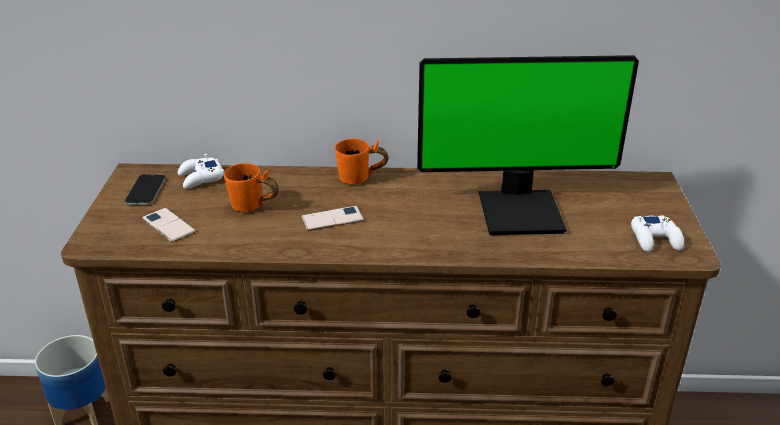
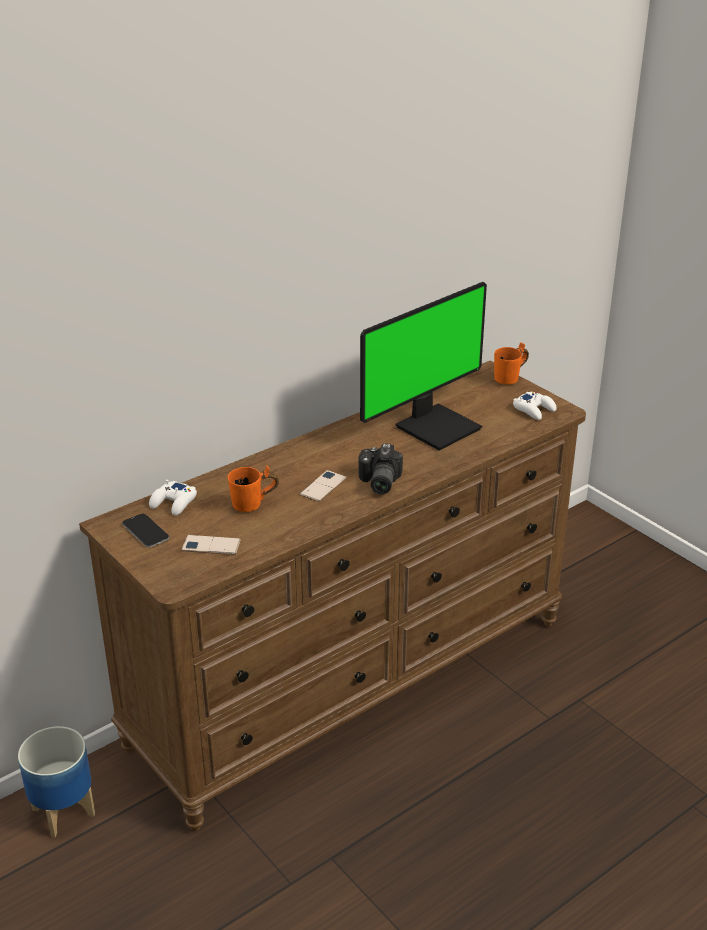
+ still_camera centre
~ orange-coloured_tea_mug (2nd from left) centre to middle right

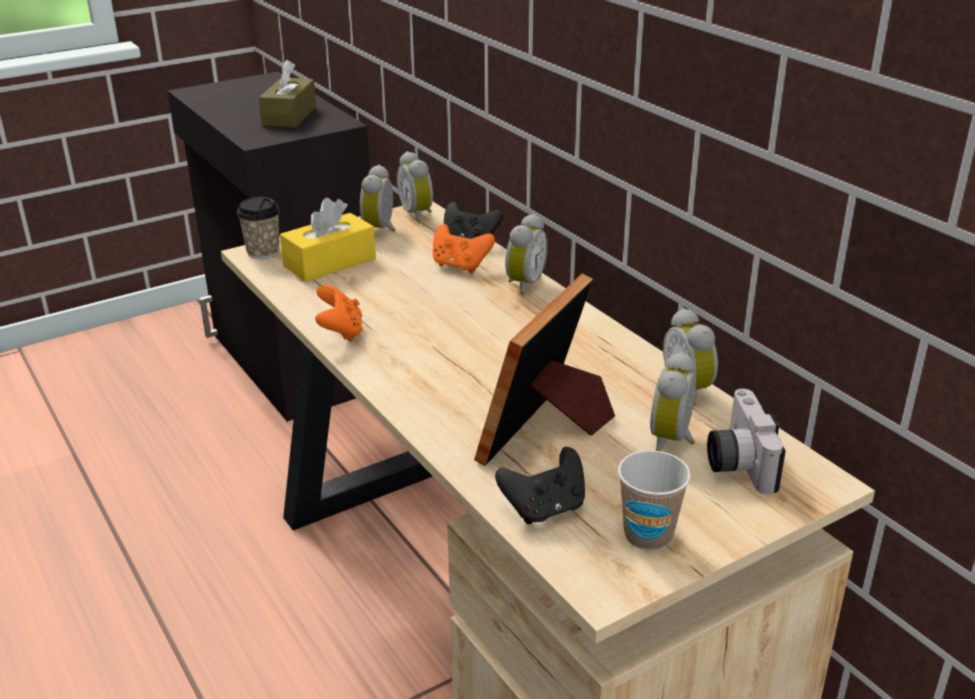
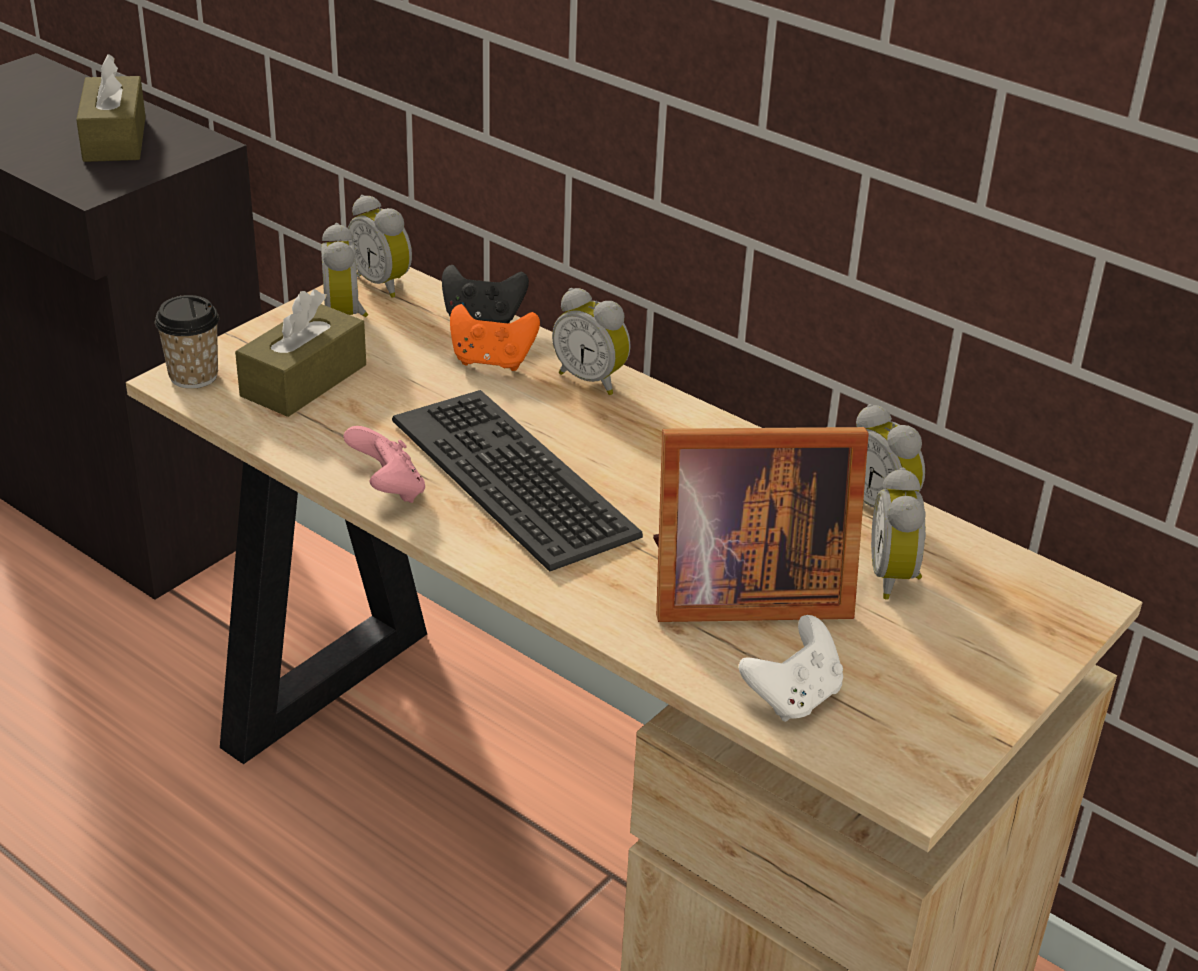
~ yellow-coloured_tissue_holder centre to brown_tissue_holder (2nd from left) middle left
~ orange-coloured_joypad (1st from left) centre to pink-coloured_joypad middle left
+ PC_keyboard centre
~ alarm_clock (3rd from left) centre = centre 120 degrees clockwise
~ standing_frame centre = centre 105 degrees counterclockwise
~ blackish_joypad (2nd from left) bottom centre to white-coloured_joypad bottom centre
- cup (2nd from left) bottom right
- still_camera middle right

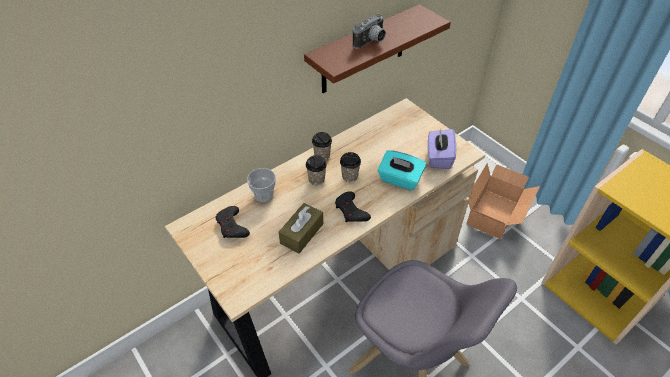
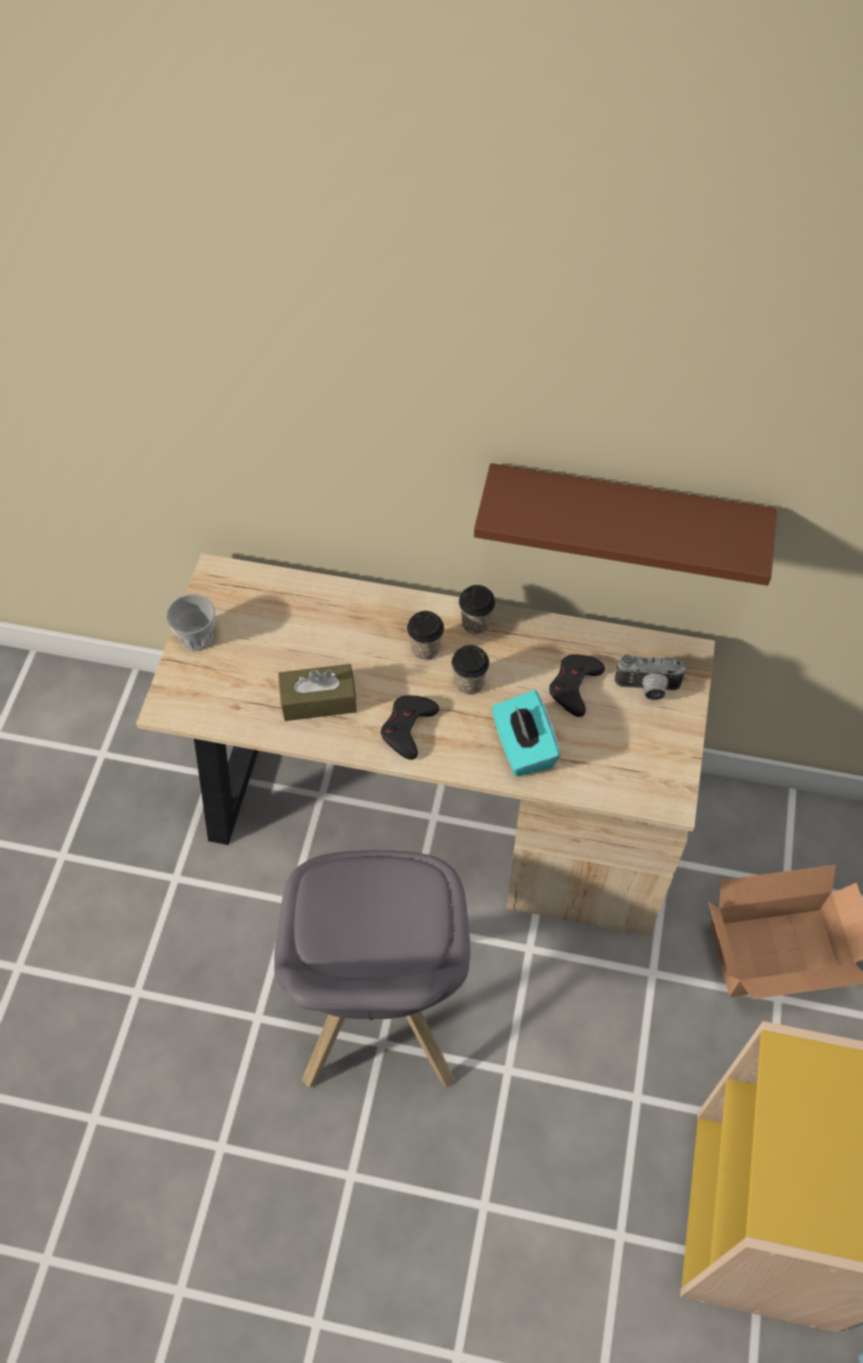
~ cup (1st from left) centre to middle left
~ blackish_joypad (1st from left in the first image) centre to blackish_joypad (2nd from left) middle right
~ still_camera top centre to middle right
- purplish_tissue_holder centre

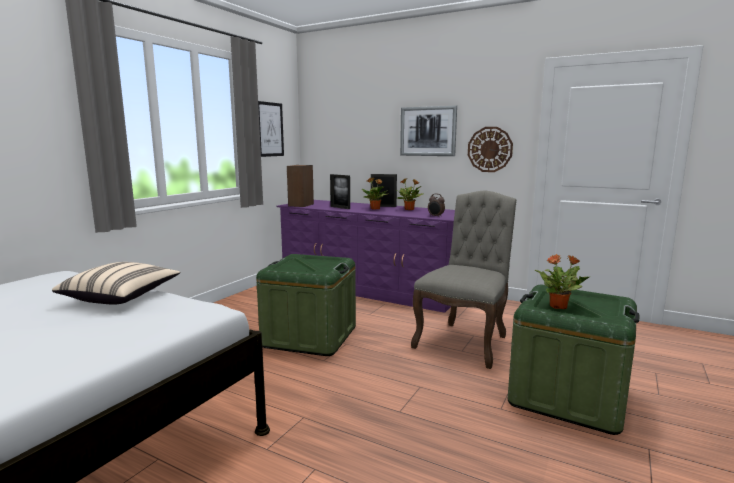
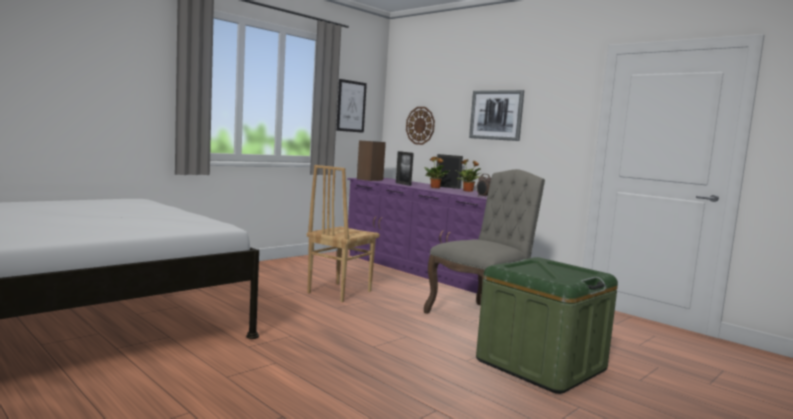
~ greenish_storage_box (1st from left) centre to brown_chair centre
~ hanging_clock top right to top centre
- sand-coloured_throw_pillow middle left
- plant_in_a_pot (3rd from left) middle right

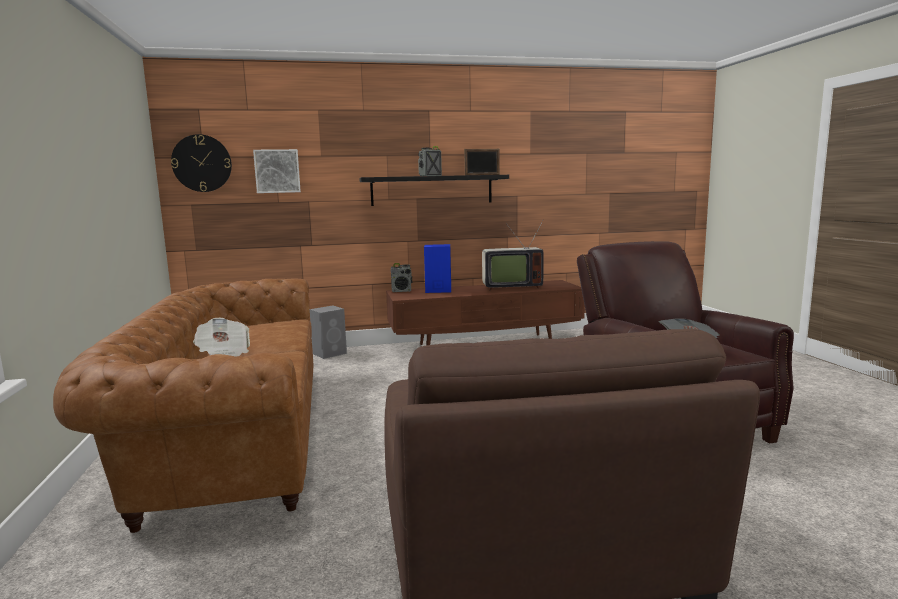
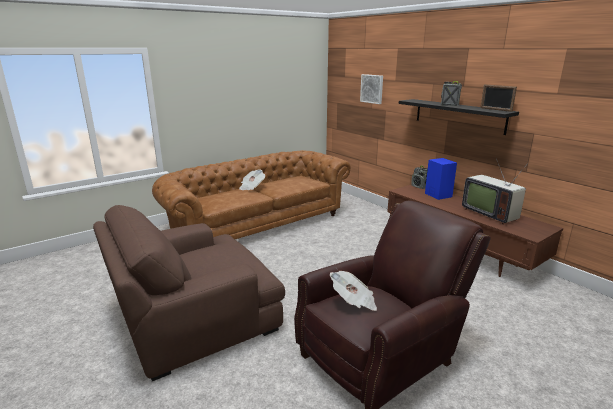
- hanging_clock top left
- gray_loudspeaker centre

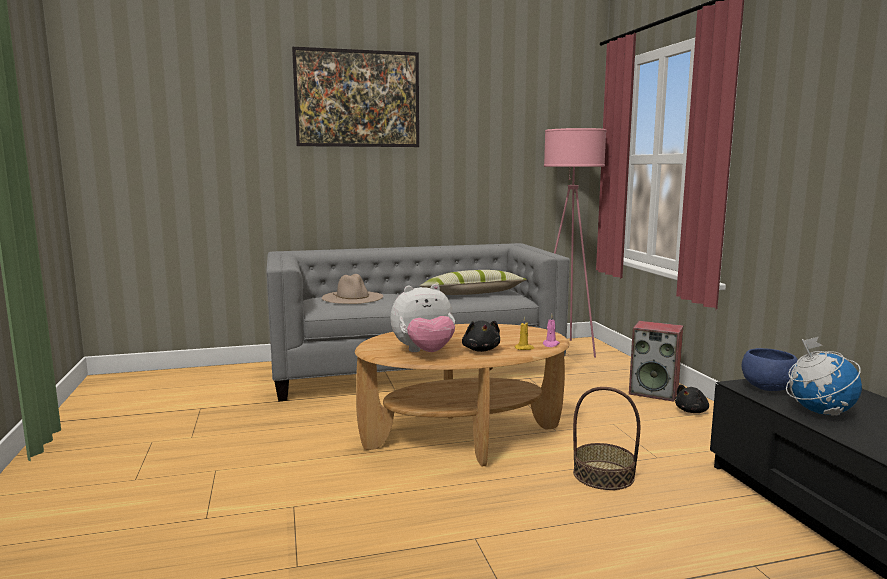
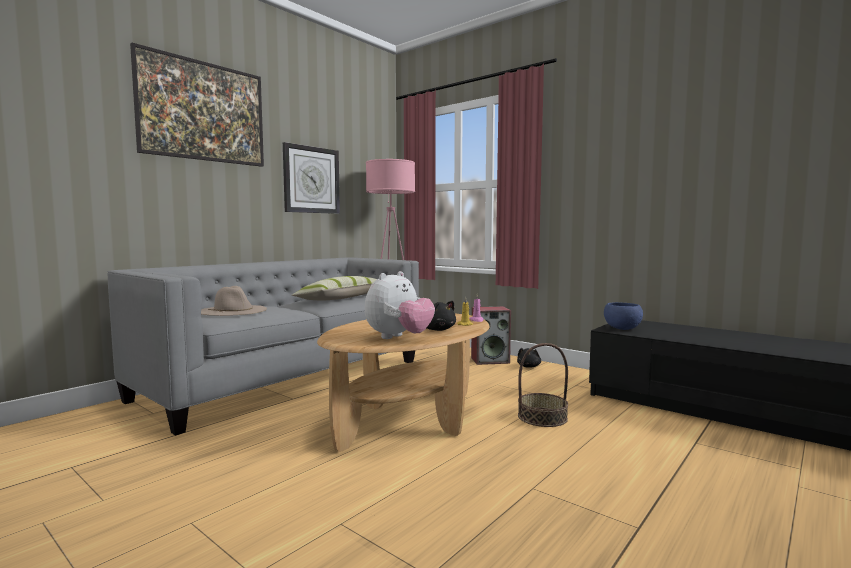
+ hanging_clock top centre
- world_globe middle right

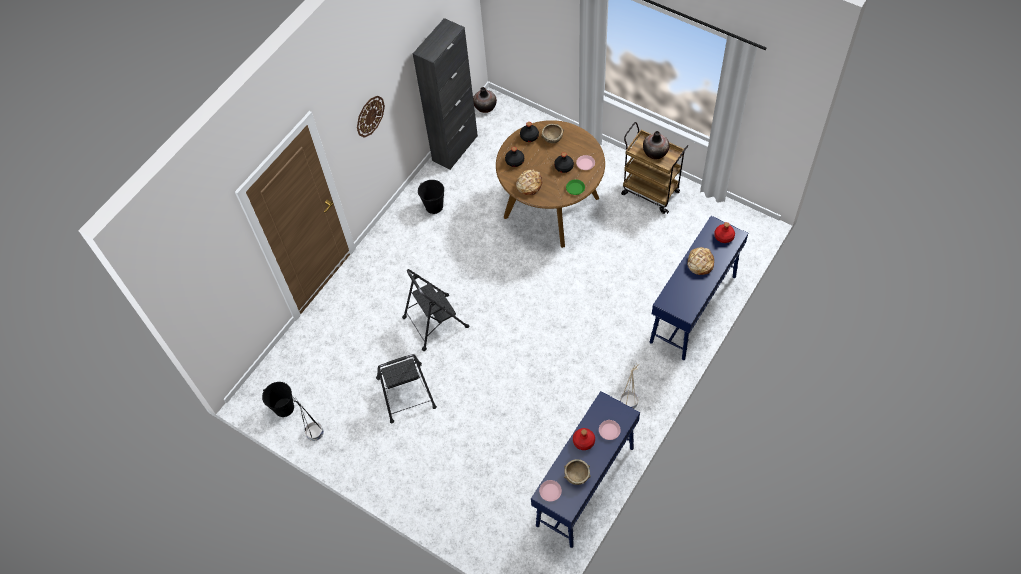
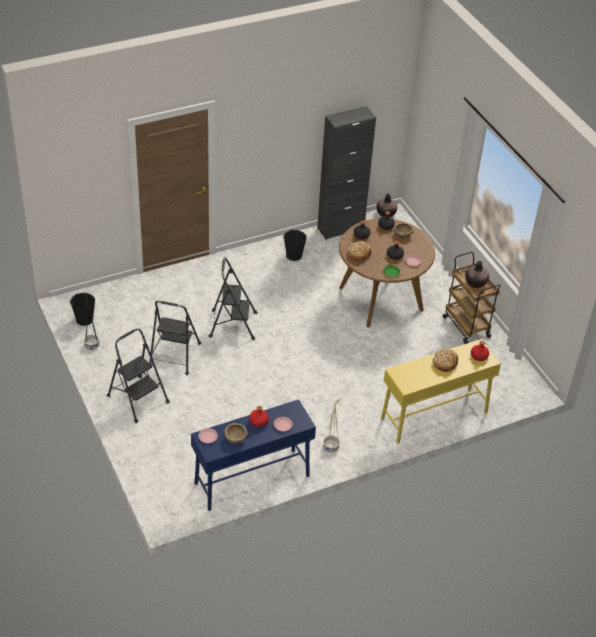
+ blackish_stepladder (1st from left) middle left
~ blue-coloured_narrow_table (2nd from left) middle right to yellow-coloured_narrow_table middle right
- hanging_clock top centre

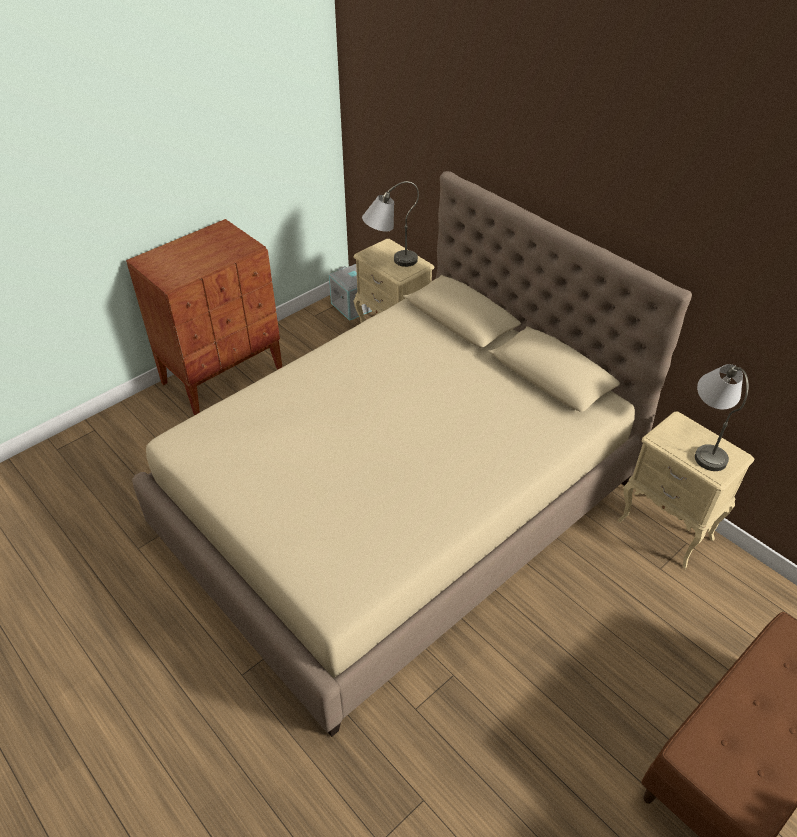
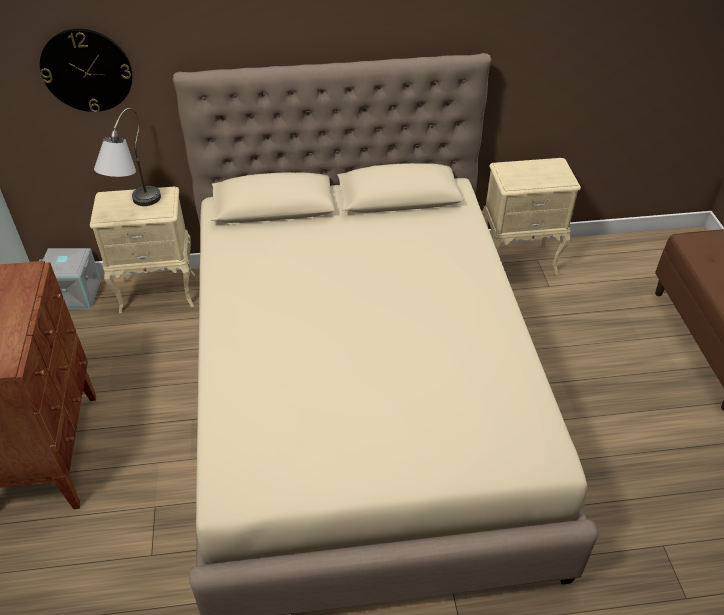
+ hanging_clock top left
- gray_table_lamp (2nd from left) middle right

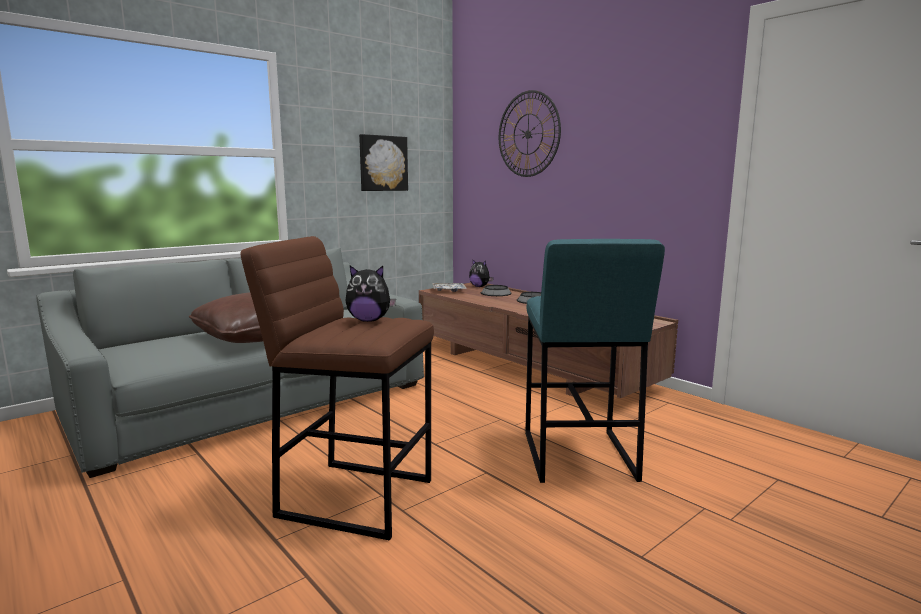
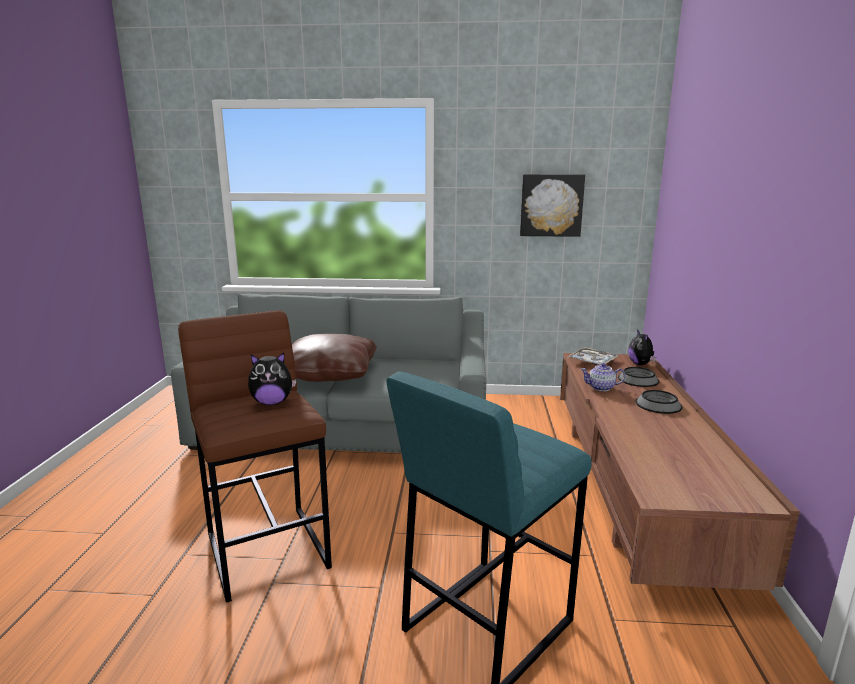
~ cuddly_toy (1st from left) centre = middle left 60 degrees counterclockwise
+ teapot middle right
- hanging_clock top centre

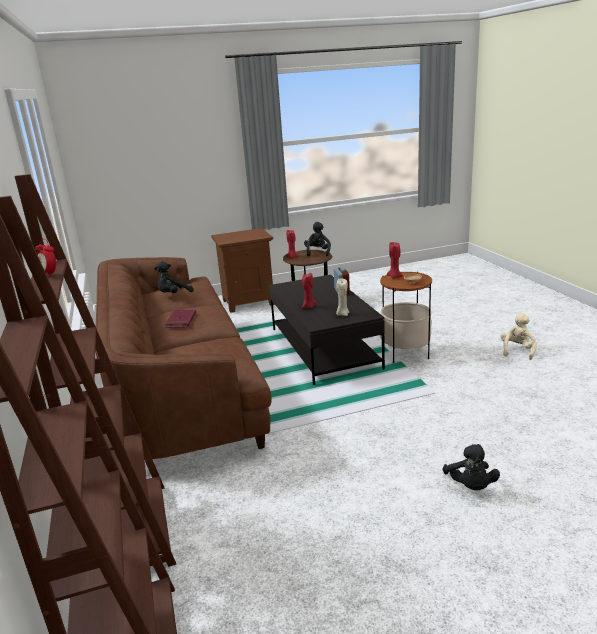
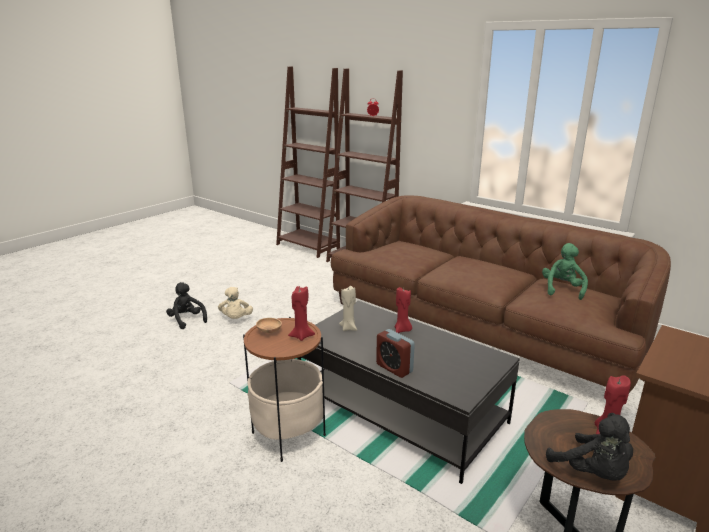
~ sand-coloured_cuddly_toy middle right to middle left
~ blackish_cuddly_toy (1st from left) middle left to greenish_cuddly_toy middle right
- red_volume middle left

